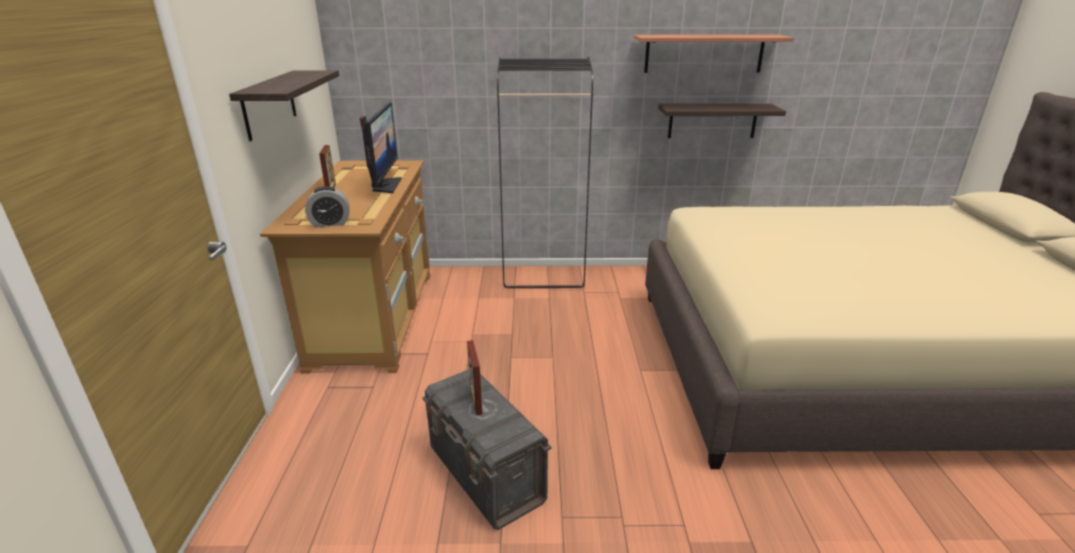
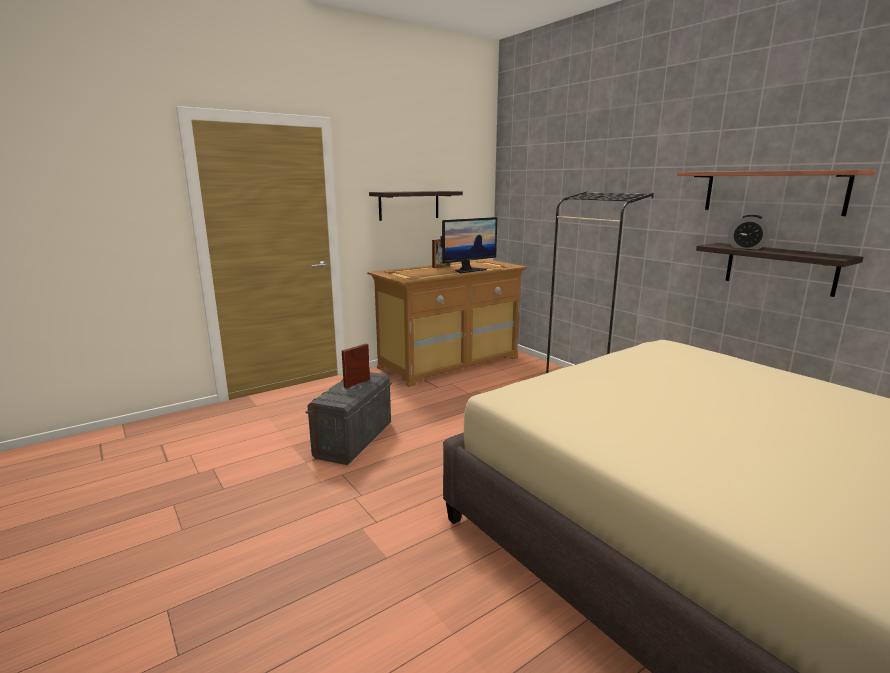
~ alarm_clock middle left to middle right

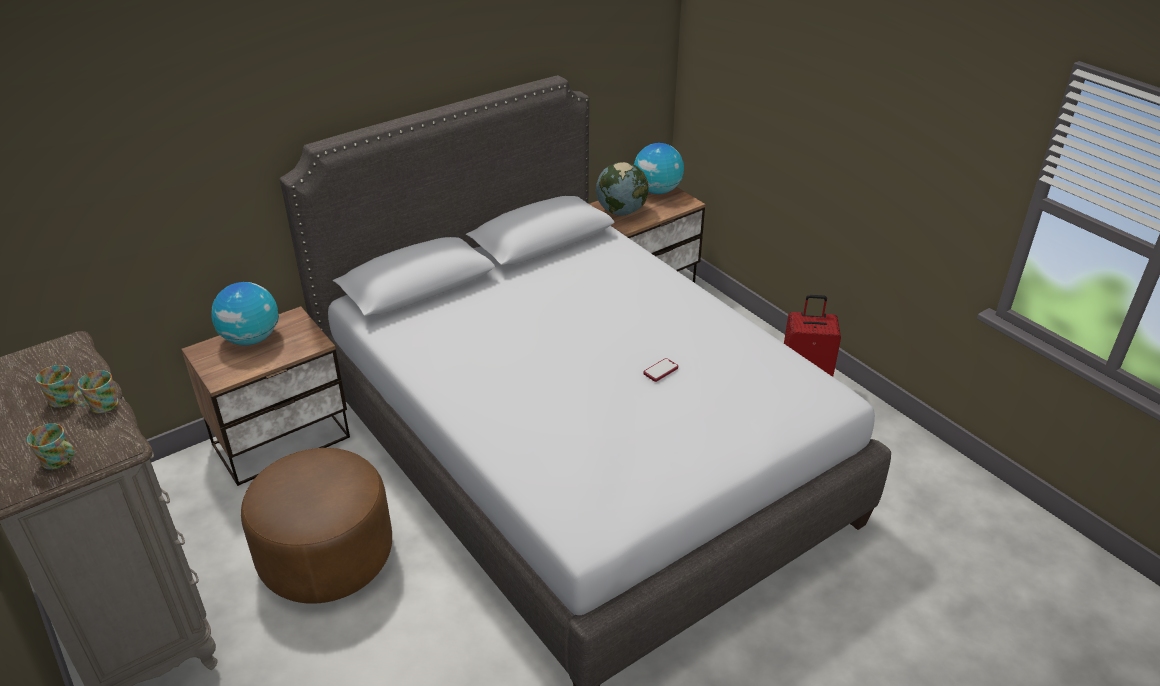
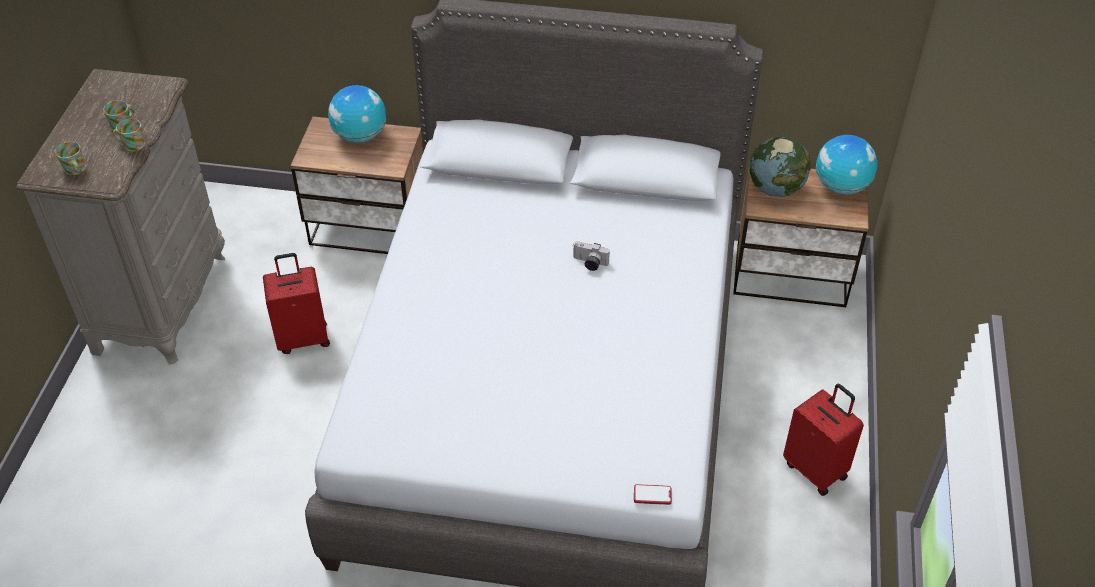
~ brown_ottoman bottom left to red_piece_of_luggage (1st from left) middle left
+ still_camera centre
~ phone centre to bottom centre

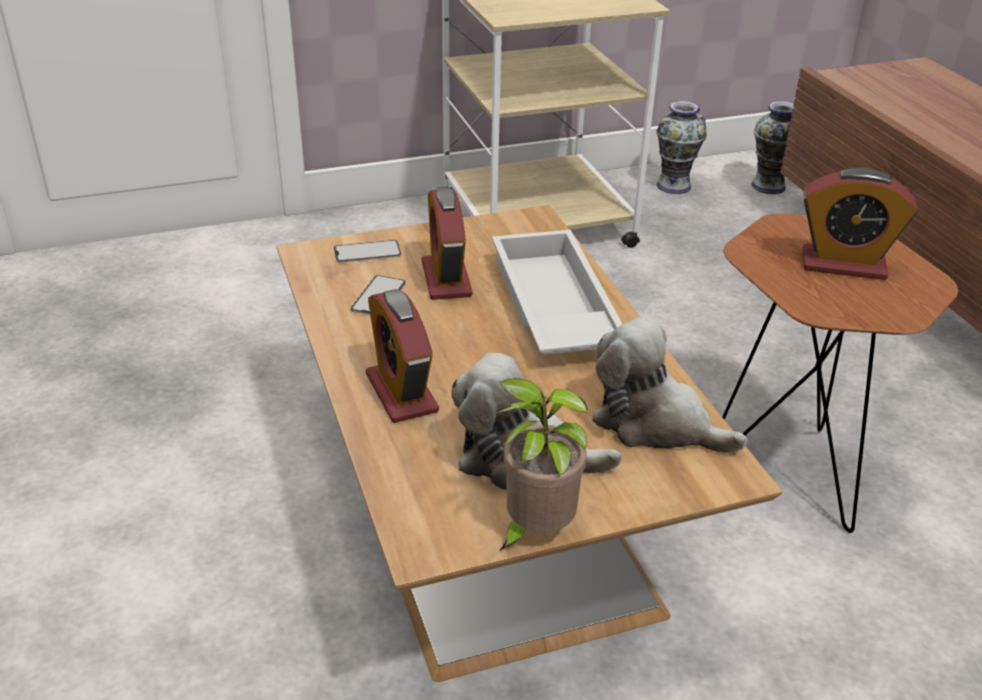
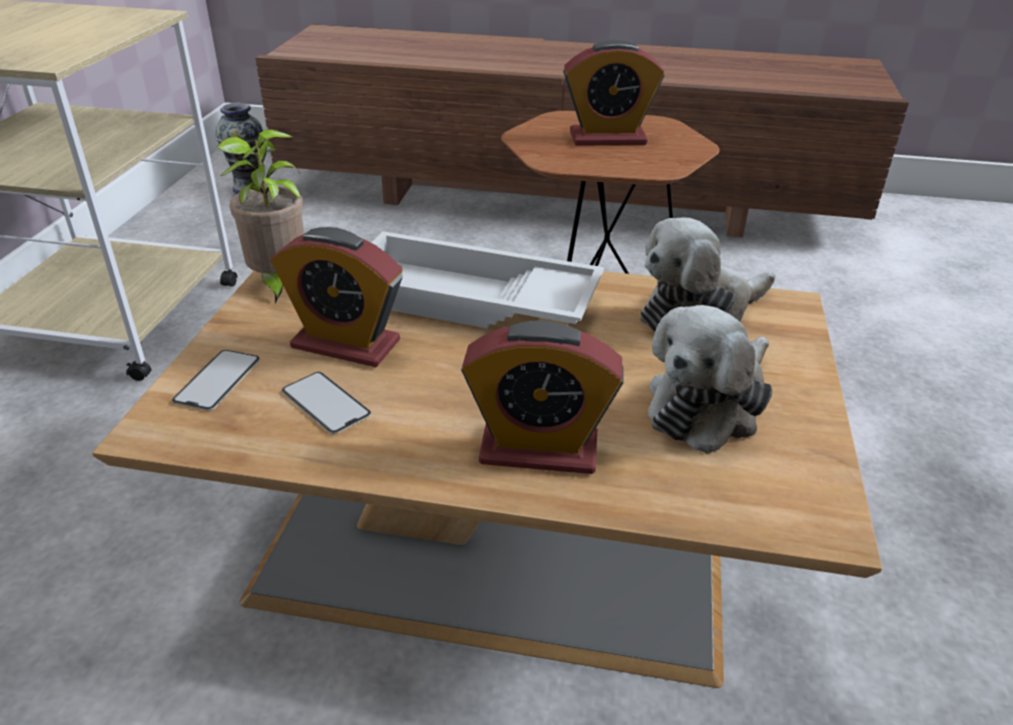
~ plant_in_a_pot centre to top left
~ alarm_clock (3rd from left) top right = top centre 45 degrees clockwise
- vase (1st from left) top right

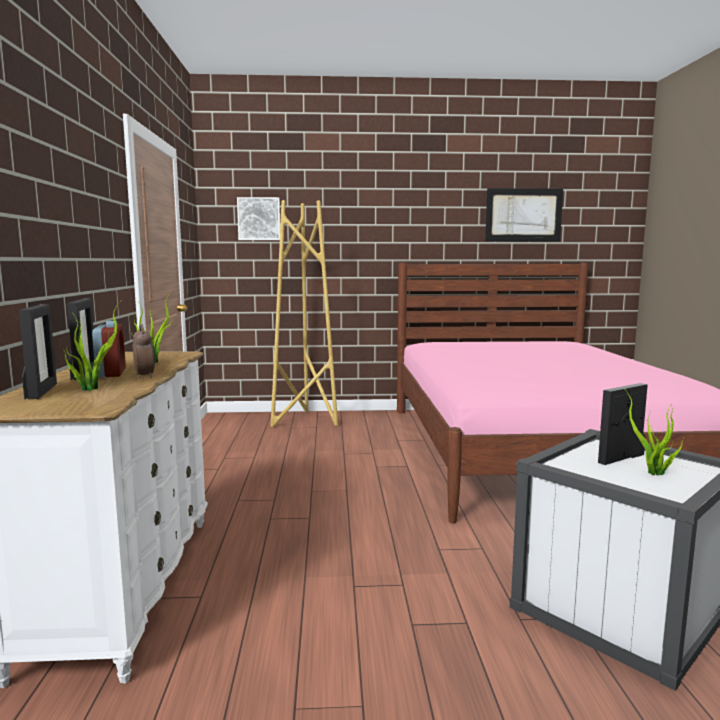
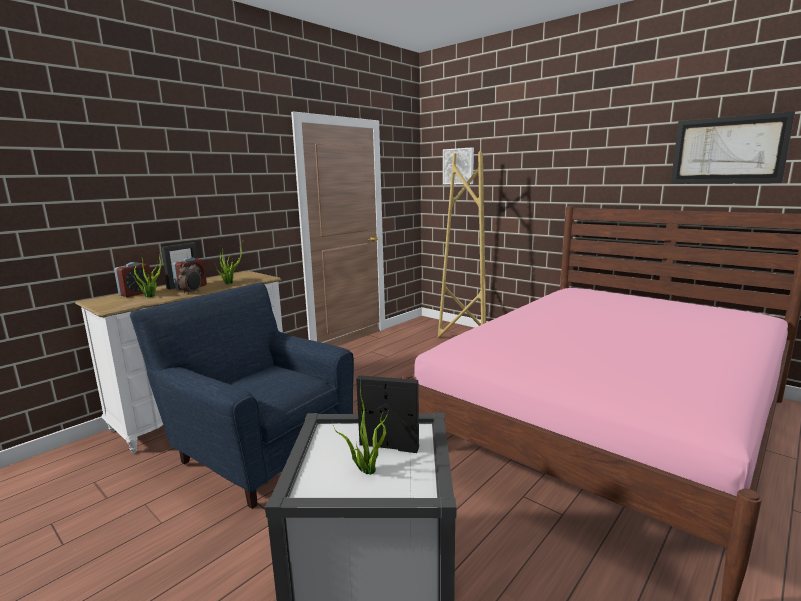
~ standing_frame (1st from left) middle left to alarm_clock (1st from left) middle left
+ blue-coloured_armchair middle left

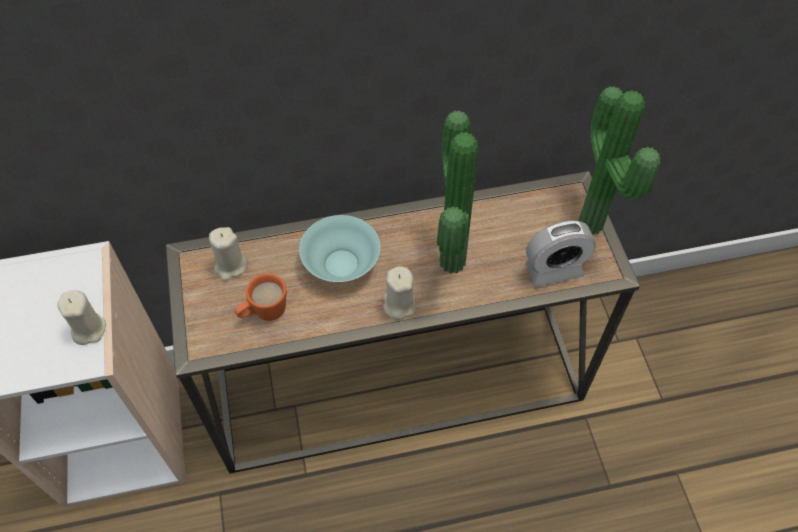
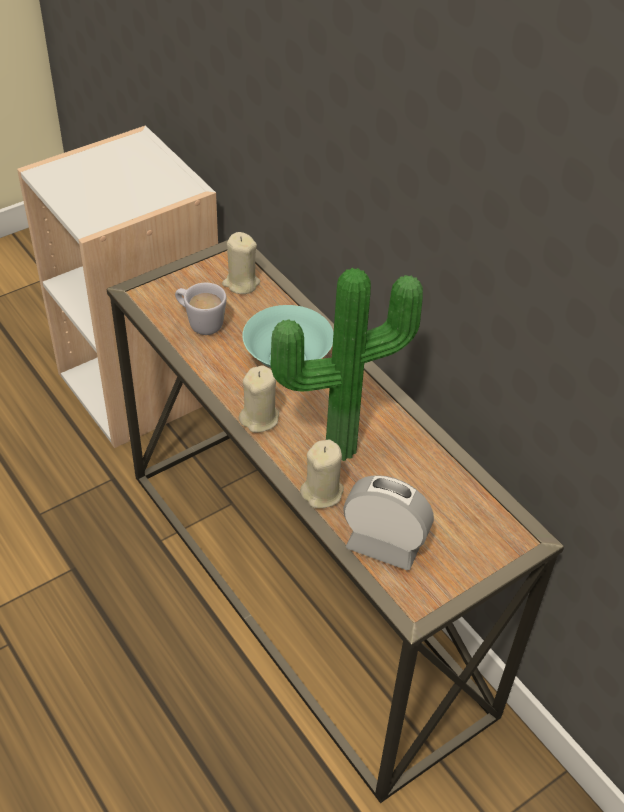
~ orange-coloured_tea_mug middle left to white-coloured_tea_mug middle left
~ sand-coloured_wax_light (1st from left in the first image) middle left to sand-coloured_wax_light (3rd from left) centre
~ alarm_clock middle right = centre 150 degrees clockwise
- plant_in_a_pot (2nd from left) top right

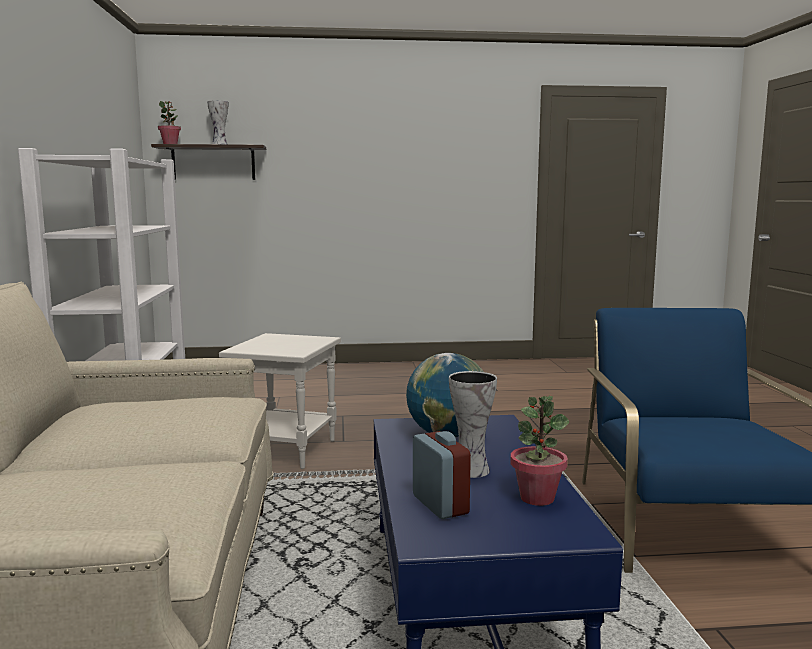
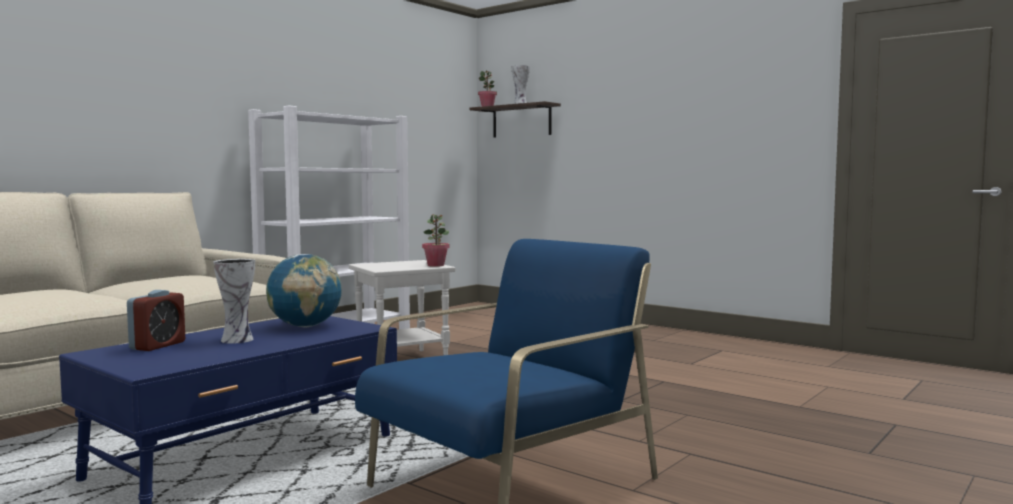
~ plant_in_a_pot (2nd from left in the first image) bottom centre to plant_in_a_pot (1st from left) centre

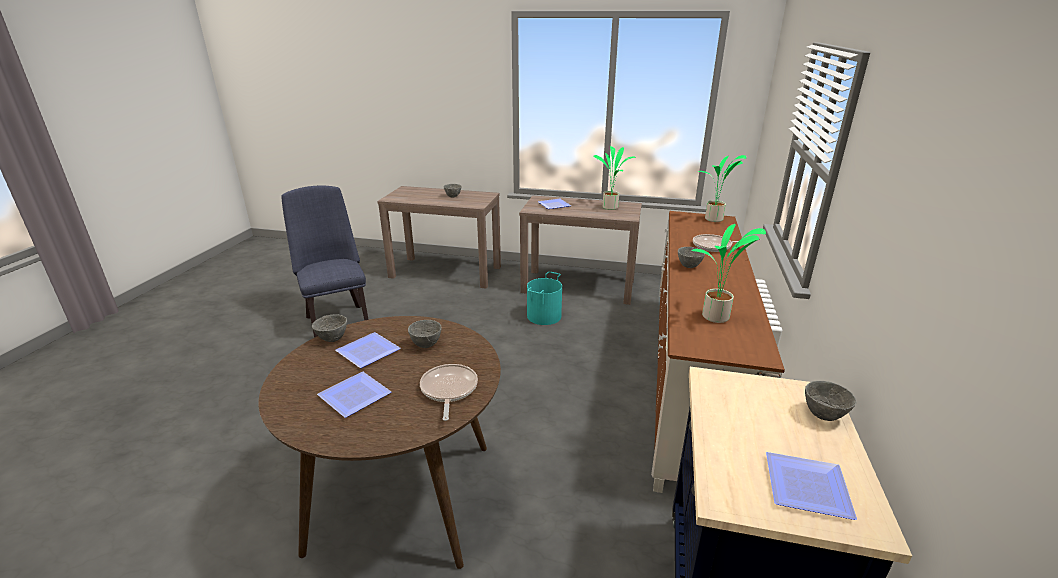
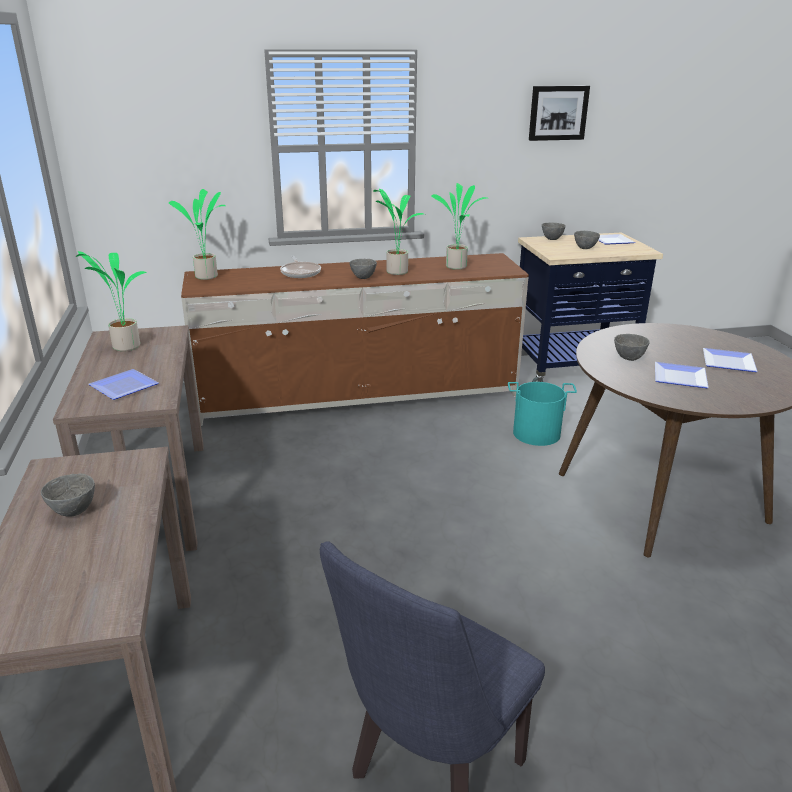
+ plant_in_a_pot (3rd from left) top centre
~ blue-green_bucket centre to middle right
+ wall_picture top right
~ gray_serving_bowl (1st from left in the first image) middle left to gray_serving_bowl (4th from left) top right
- frying_pan (1st from left) bottom centre

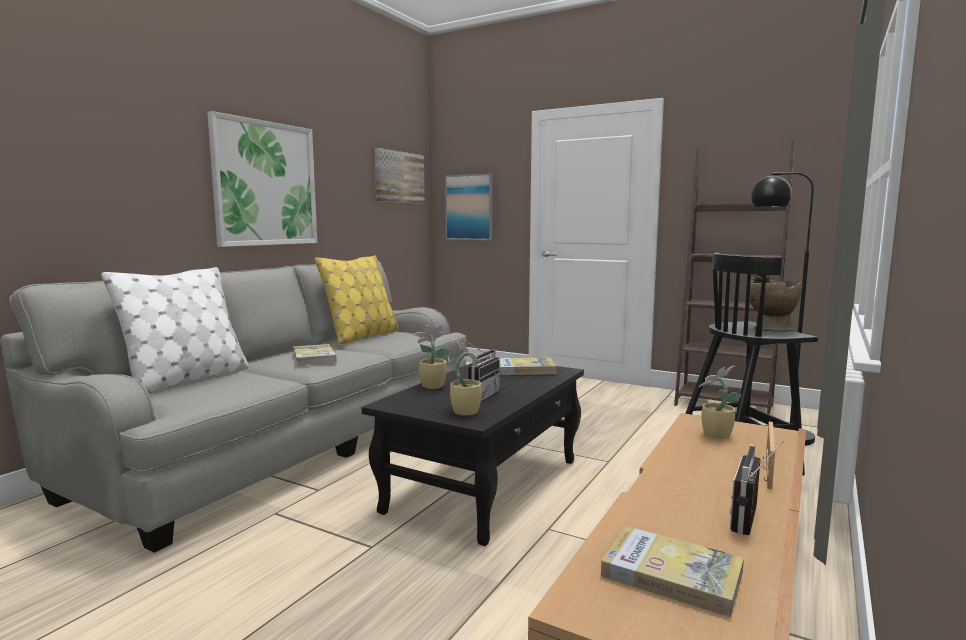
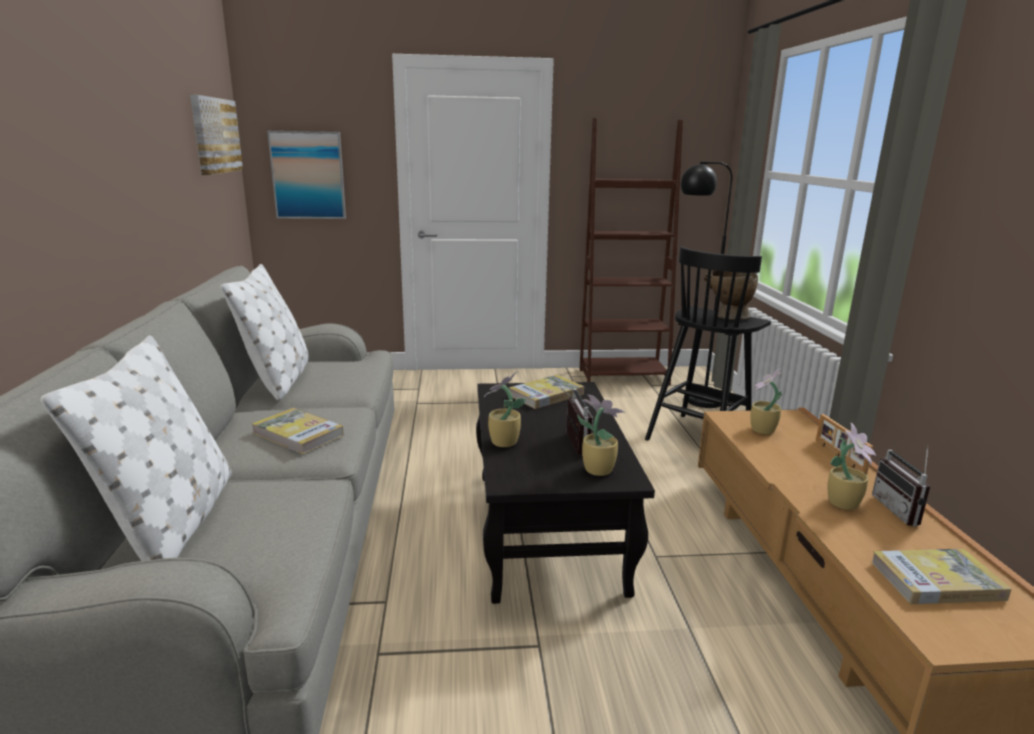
~ yellow-coloured_throw_pillow centre to white-coloured_throw_pillow (2nd from left) middle left
+ plant_in_a_pot (4th from left) middle right
- wall_picture (1st from left) top left

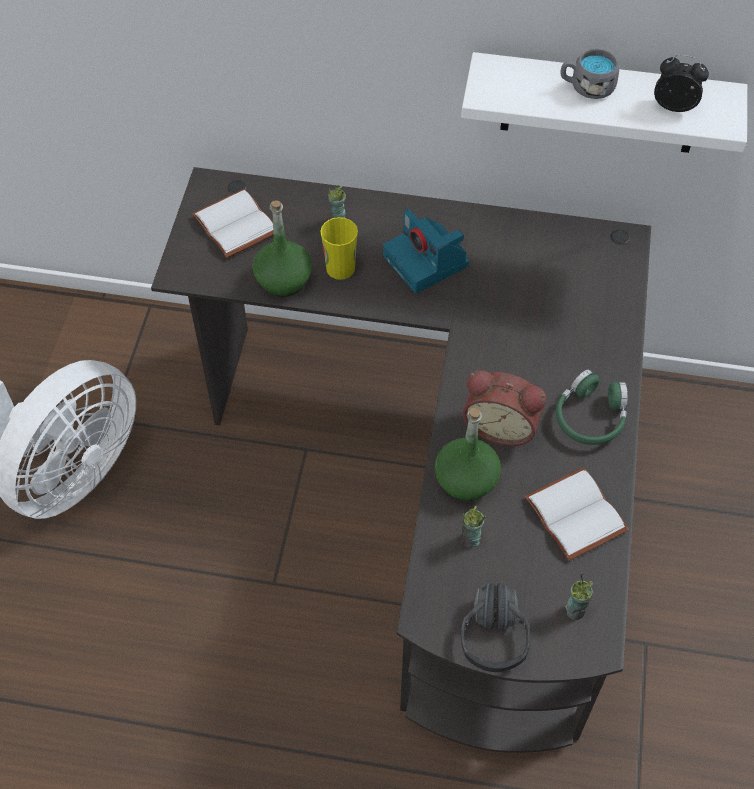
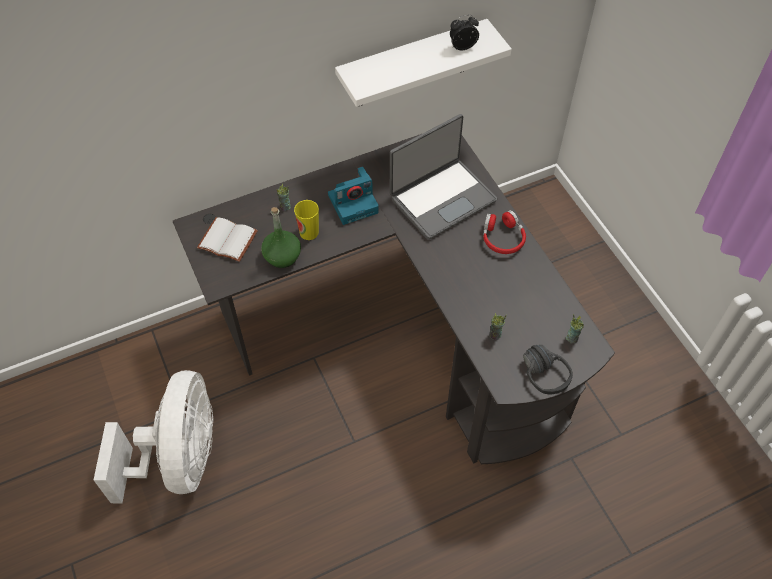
~ still_camera top centre = centre 45 degrees counterclockwise
+ laptop top centre
~ greenish_headset middle right to red_headset centre
- greenish_drink_bottle (2nd from left) centre
- alarm_clock (1st from left) middle right
- white-coloured_volume (2nd from left) middle right
- gray_tea_mug top right

